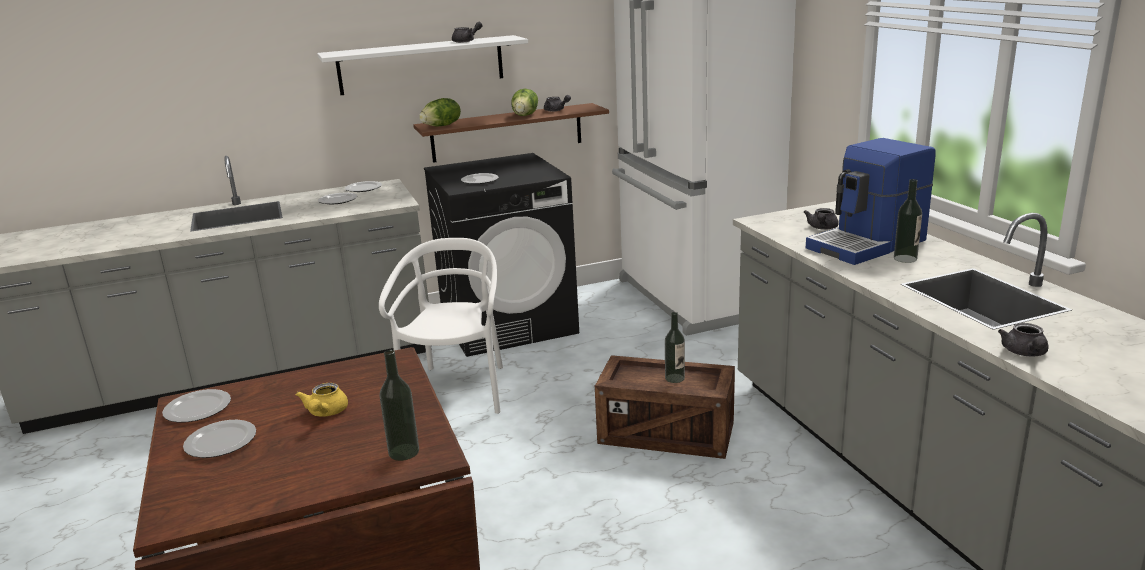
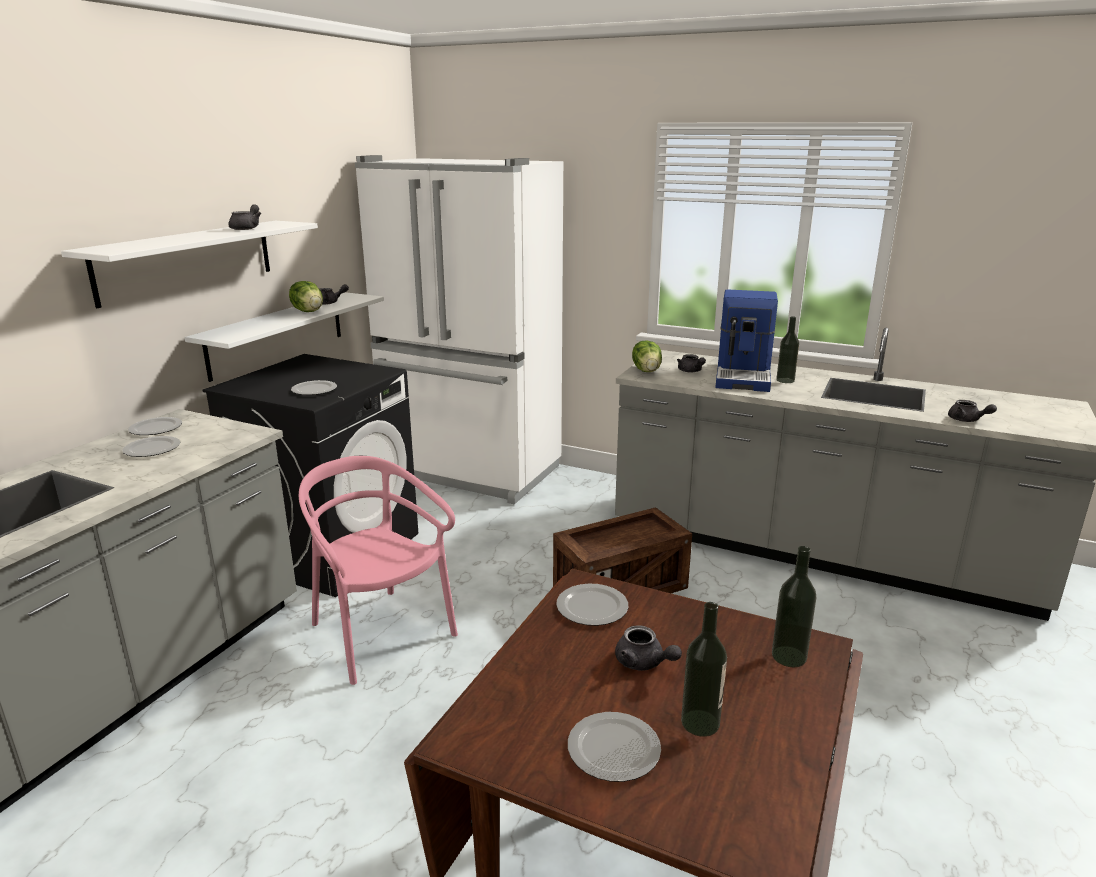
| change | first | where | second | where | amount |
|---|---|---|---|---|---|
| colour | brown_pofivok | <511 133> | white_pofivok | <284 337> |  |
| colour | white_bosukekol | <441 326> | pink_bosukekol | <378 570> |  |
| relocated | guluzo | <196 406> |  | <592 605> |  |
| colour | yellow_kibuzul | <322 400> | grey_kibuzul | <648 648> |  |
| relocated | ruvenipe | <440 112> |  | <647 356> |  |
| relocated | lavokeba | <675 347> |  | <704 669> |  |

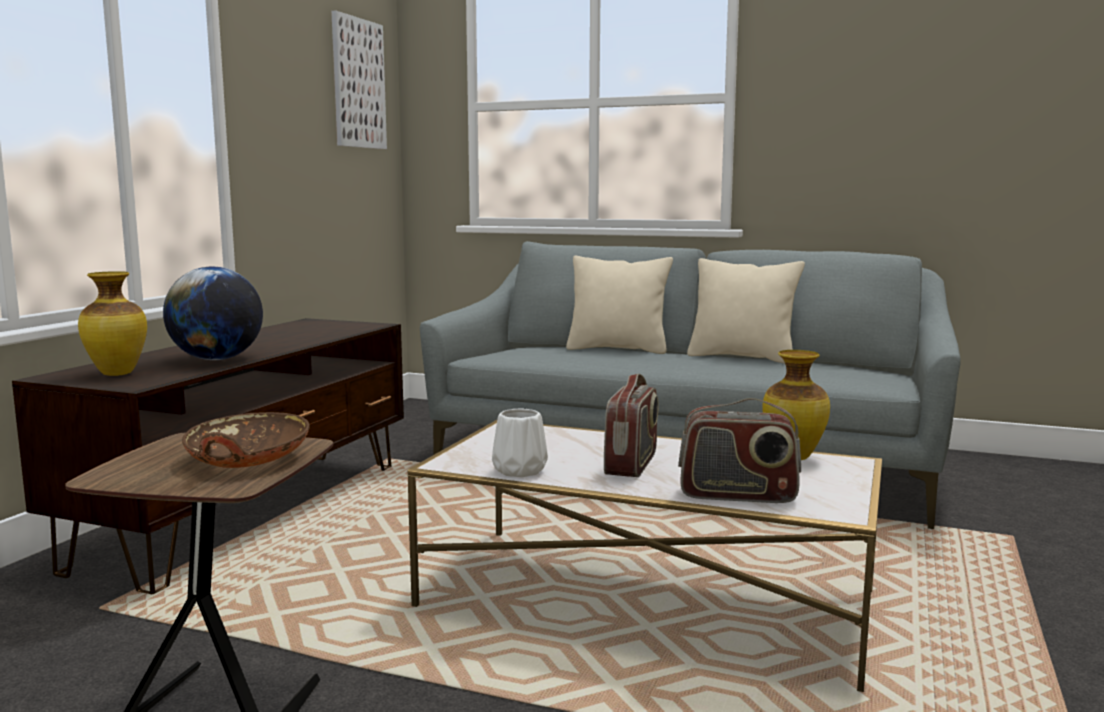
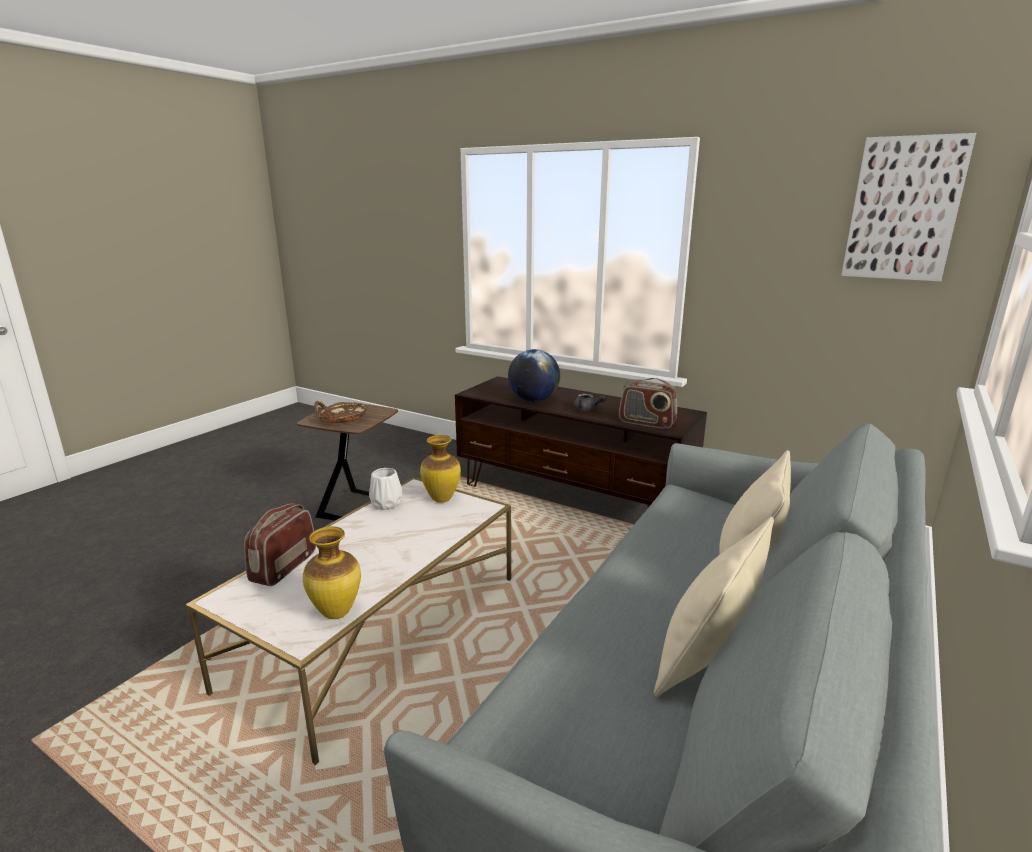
| change | first | where | second | where | amount |
|---|---|---|---|---|---|
| relocated | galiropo | <112 323> |  | <440 469> |  |
| appeared |  |  | grey_kibuzul | <590 402> |  |
| relocated | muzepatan | <631 425> |  | <648 403> |  |

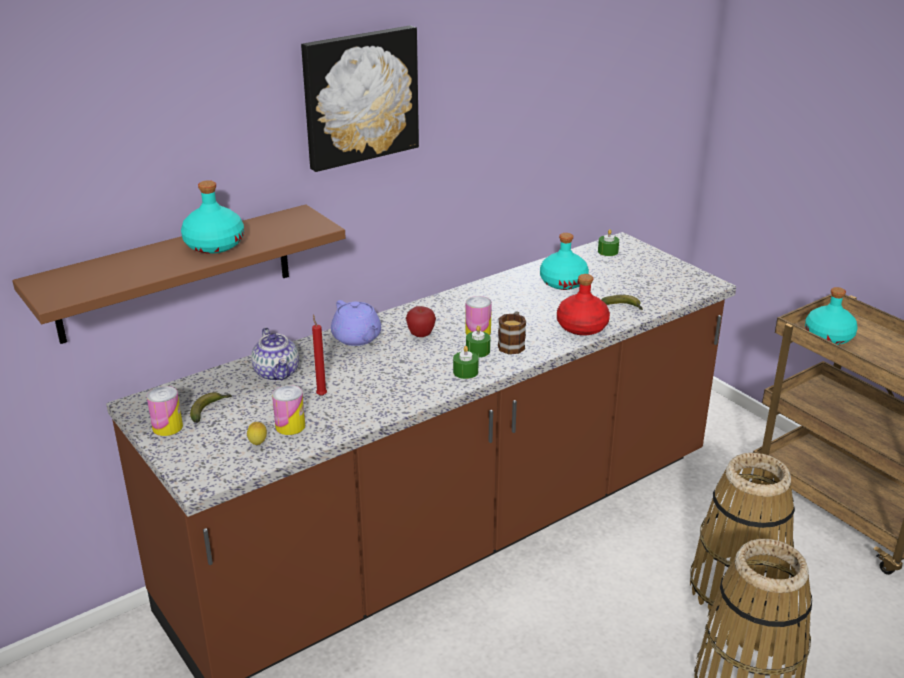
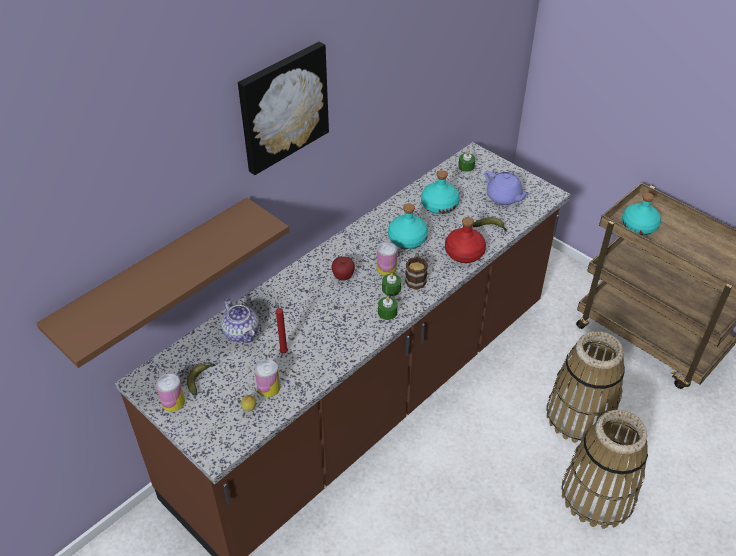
| change | first | where | second | where | amount |
|---|---|---|---|---|---|
| relocated | turquoise_lavokeba | <212 217> |  | <408 226> |  |
| relocated | purple_kibuzul | <356 323> |  | <507 188> |  |

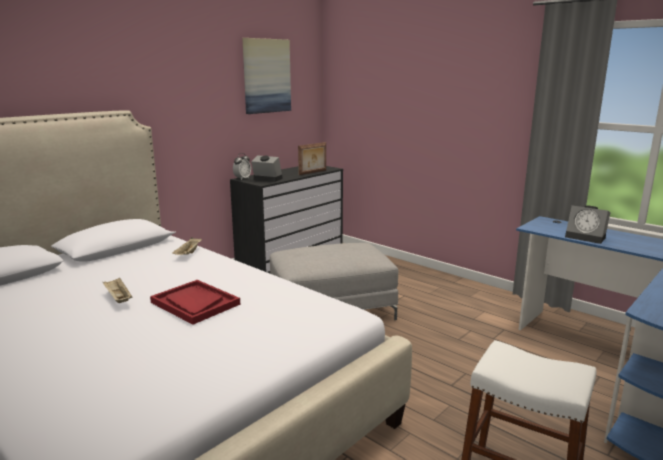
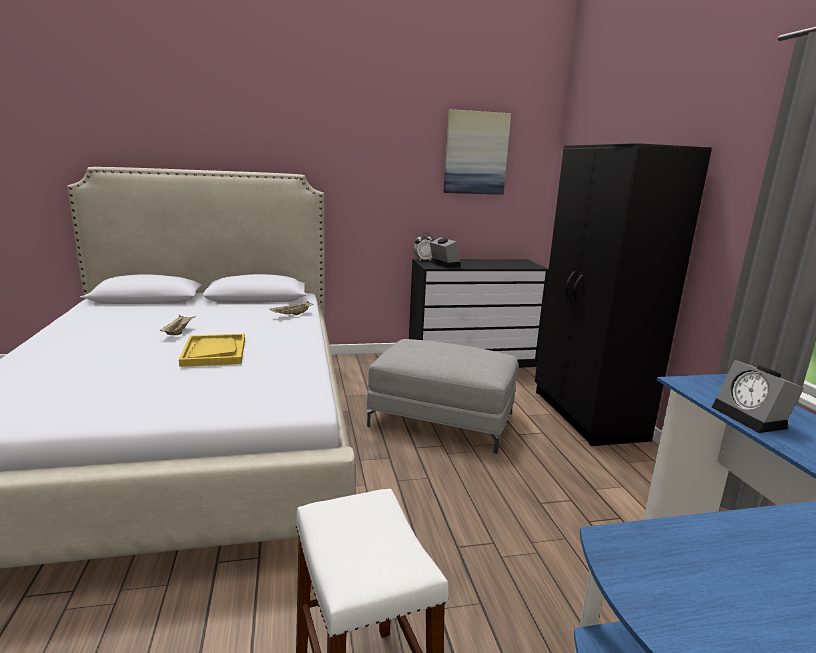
| change | first | where | second | where | amount |
|---|---|---|---|---|---|
| colour | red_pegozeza | <195 302> | yellow_pegozeza | <212 350> |  |
| appeared |  |  | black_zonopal | <623 294> |  |
| missing | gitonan | <312 158> |  |  |  |

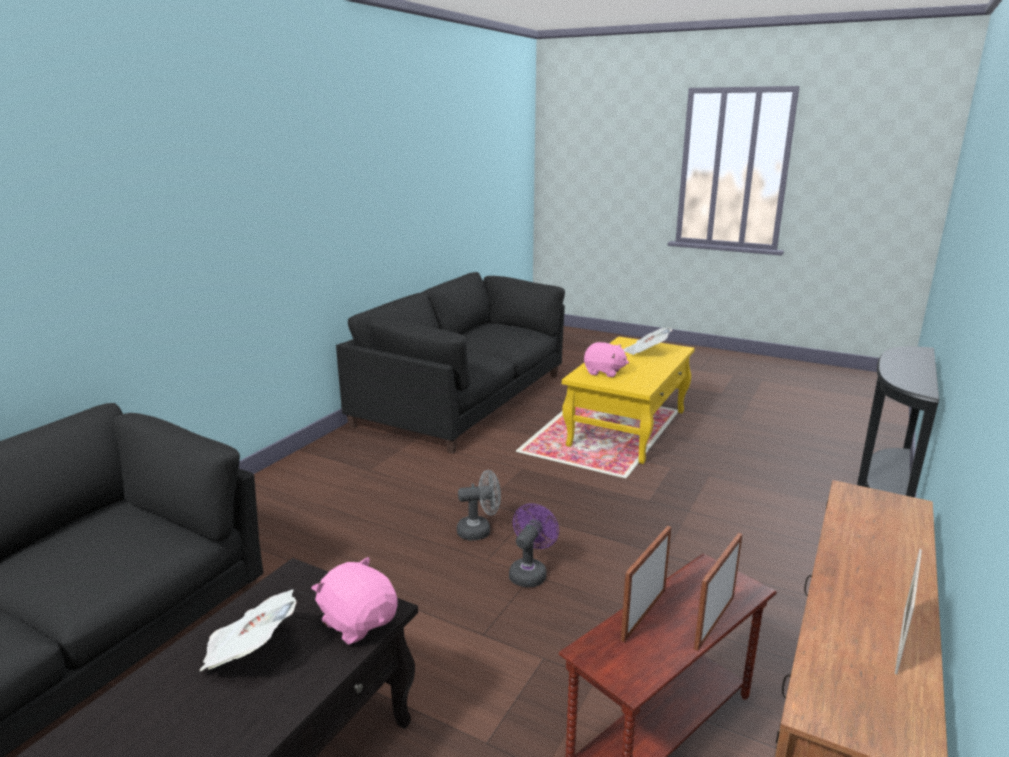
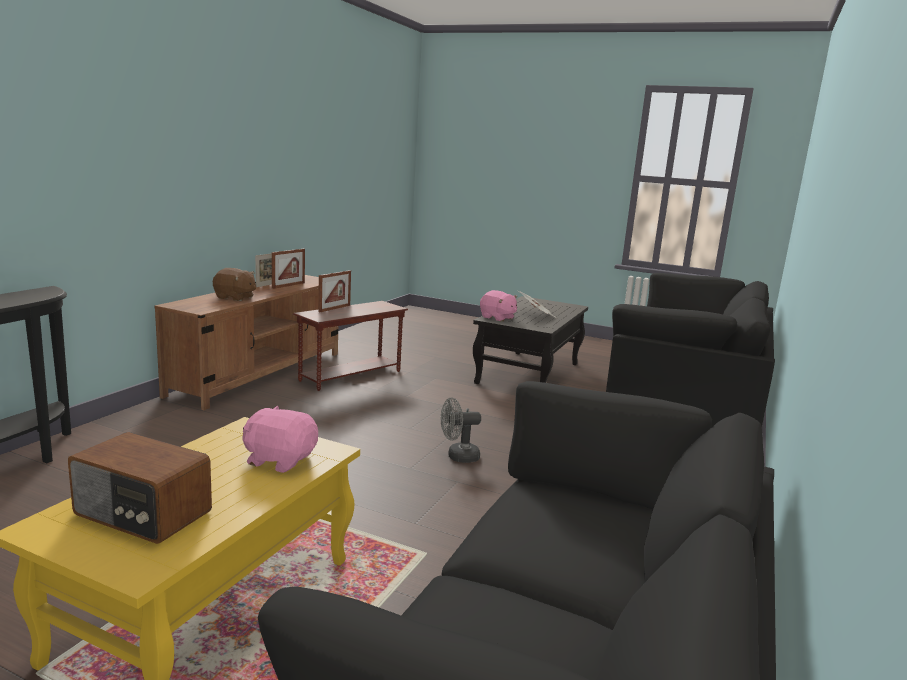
| change | first | where | second | where | amount |
|---|---|---|---|---|---|
| exchanged | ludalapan | <648 341> | muzepatan | <140 488> |  |
| appeared |  |  | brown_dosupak | <234 284> |  |
| relocated | gitonan | <646 584> |  | <288 269> |  |
| missing | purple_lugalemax | <534 545> |  |  |  |

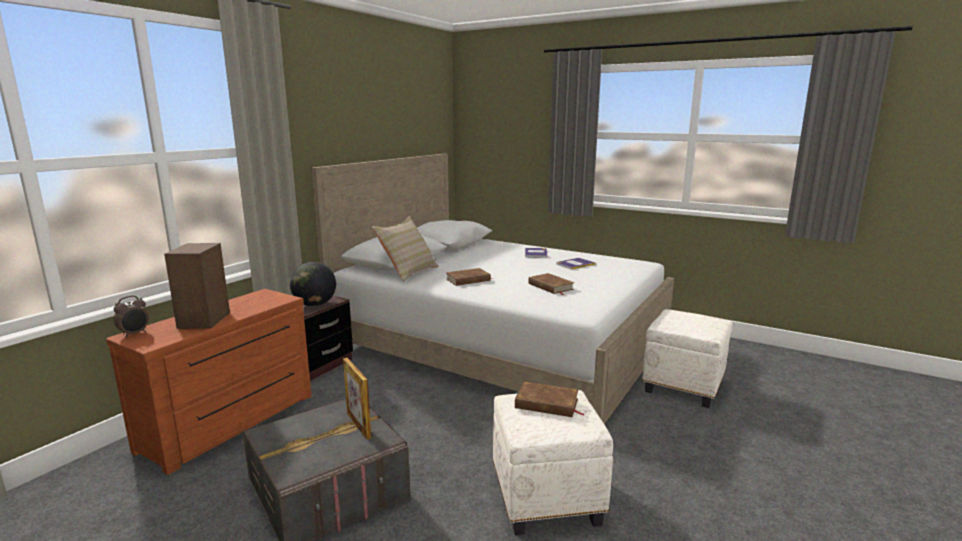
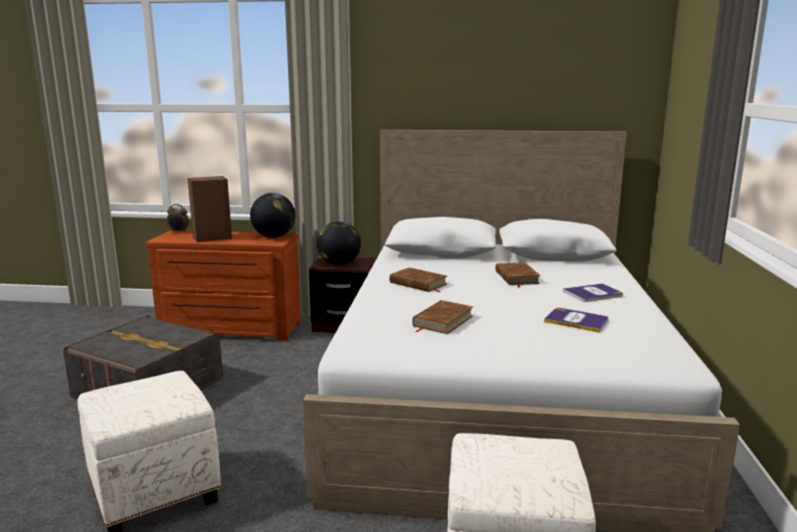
| change | first | where | second | where | amount |
|---|---|---|---|---|---|
| appeared |  |  | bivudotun | <272 215> |  |
| relocated | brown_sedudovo | <549 399> |  | <518 275> |  |
| missing | gitonan | <357 399> |  |  |  |
| missing | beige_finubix | <405 249> |  |  |  |

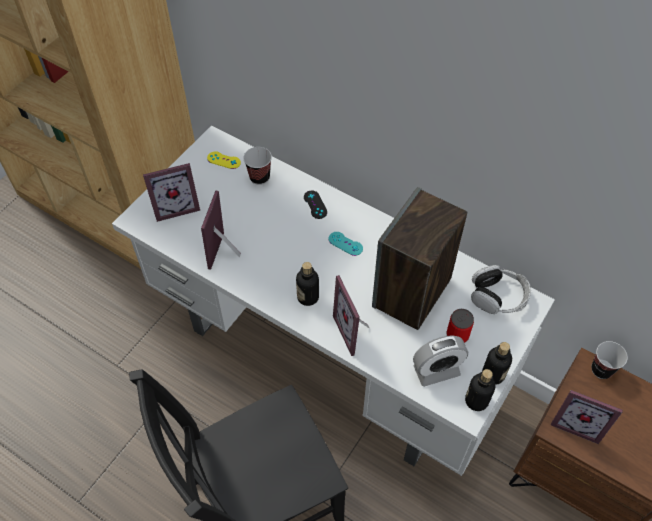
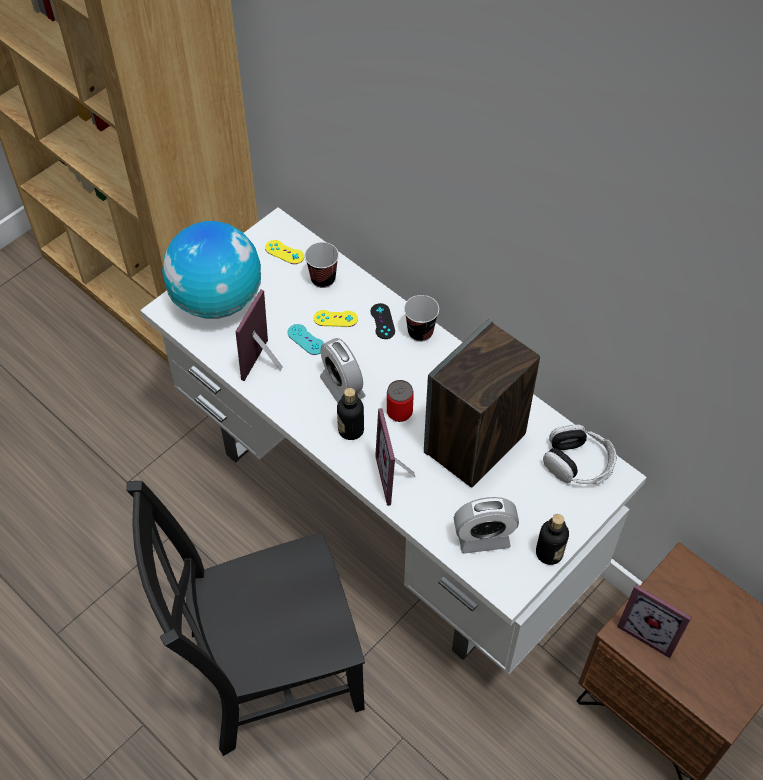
| change | first | where | second | where | amount |
|---|---|---|---|---|---|
| exchanged | gitonan | <171 192> | bivudotun | <211 270> |  |
| relocated | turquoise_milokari | <346 244> |  | <306 339> |  |
| appeared |  |  | yellow_milokari | <336 318> |  |
| appeared |  |  | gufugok | <343 370> |  |
| relocated | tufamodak | <460 326> |  | <400 401> |  |
| relocated | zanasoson | <609 360> |  | <421 318> |  |
| missing | lavokeba | <480 390> |  |  |  |

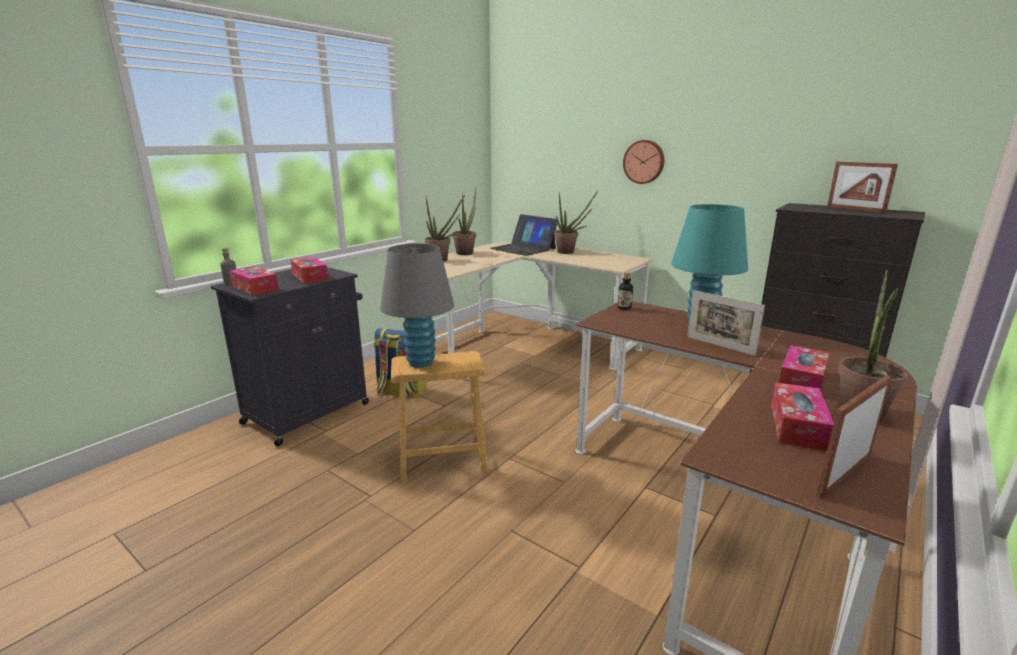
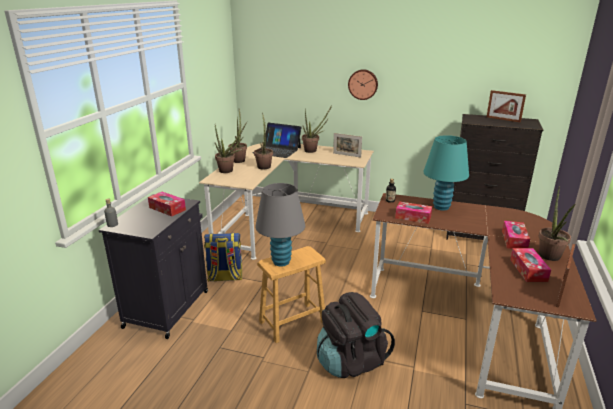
| change | first | where | second | where | amount |
|---|---|---|---|---|---|
| appeared |  |  | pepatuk | <263 141> |  |
| appeared |  |  | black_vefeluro | <356 335> |  |
| relocated | gitonan | <726 323> |  | <347 145> |  |
| relocated | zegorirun | <254 280> |  | <413 212> |  |

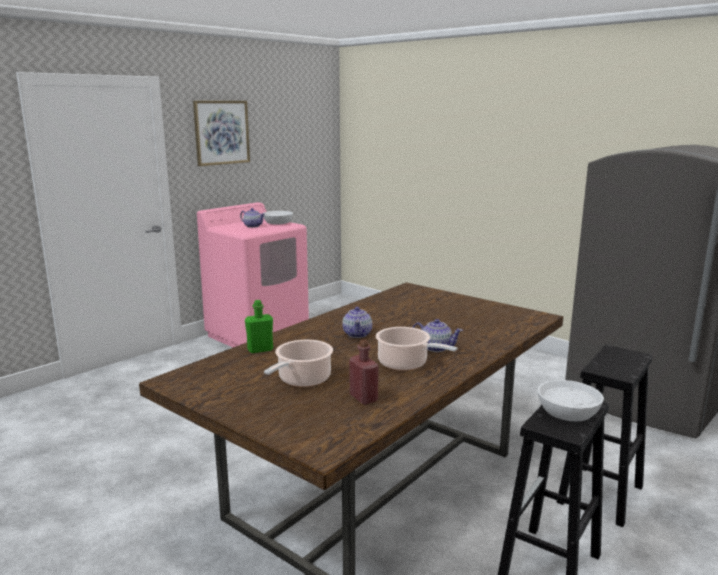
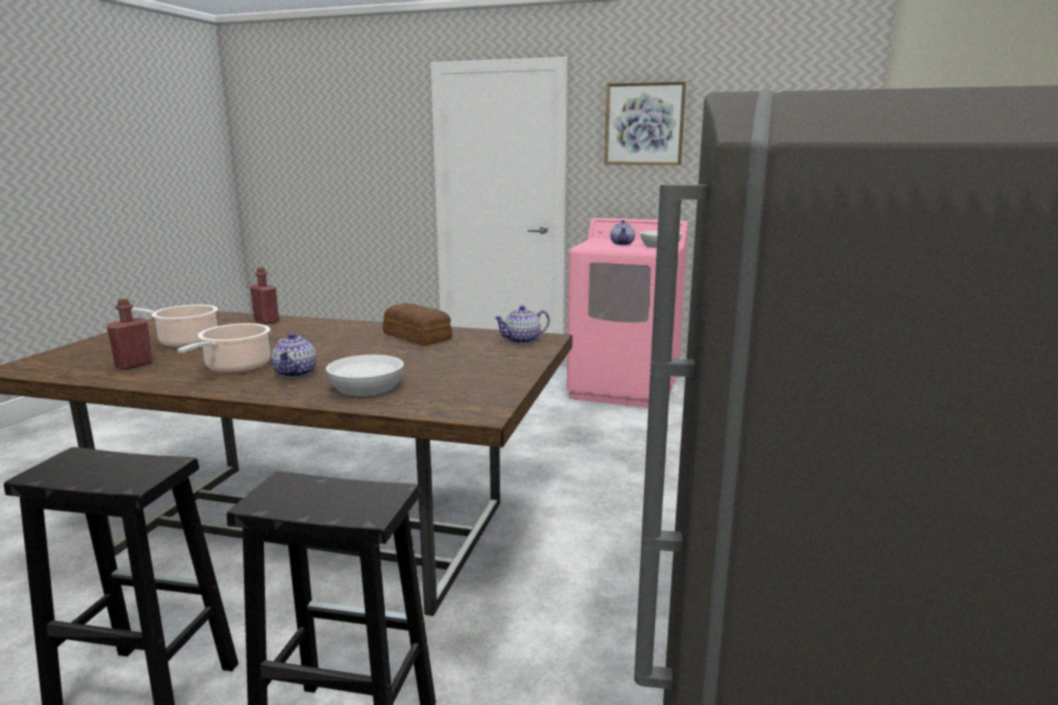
| change | first | where | second | where | amount |
|---|---|---|---|---|---|
| colour | green_lavokeba | <259 326> | red_lavokeba | <264 295> |  |
| relocated | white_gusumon | <571 400> |  | <364 375> |  |
| appeared |  |  | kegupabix | <417 324> |  |
| relocated | kibuzul | <357 322> |  | <522 324> |  |

